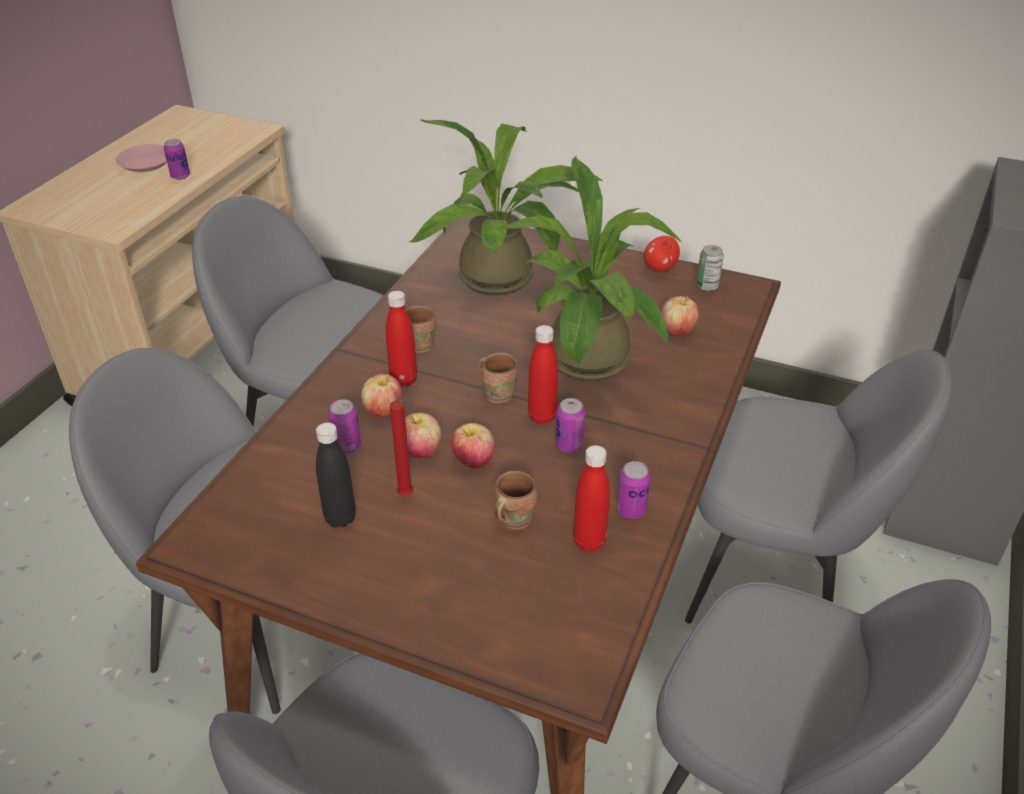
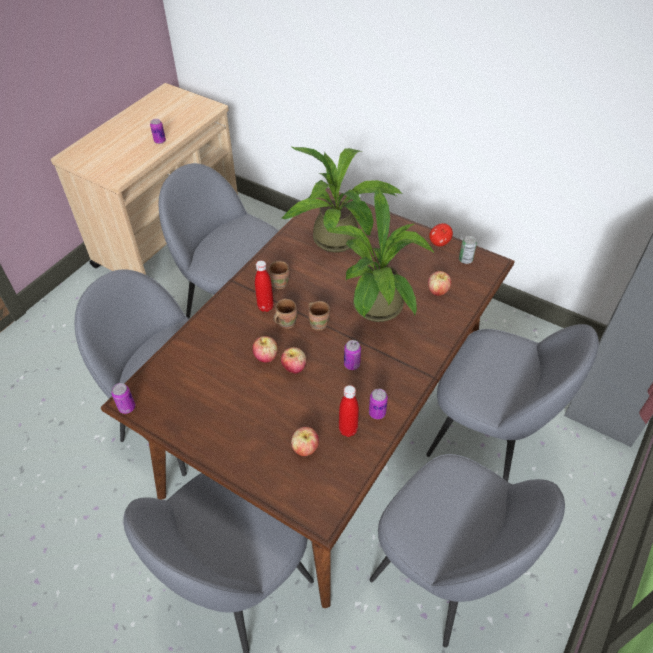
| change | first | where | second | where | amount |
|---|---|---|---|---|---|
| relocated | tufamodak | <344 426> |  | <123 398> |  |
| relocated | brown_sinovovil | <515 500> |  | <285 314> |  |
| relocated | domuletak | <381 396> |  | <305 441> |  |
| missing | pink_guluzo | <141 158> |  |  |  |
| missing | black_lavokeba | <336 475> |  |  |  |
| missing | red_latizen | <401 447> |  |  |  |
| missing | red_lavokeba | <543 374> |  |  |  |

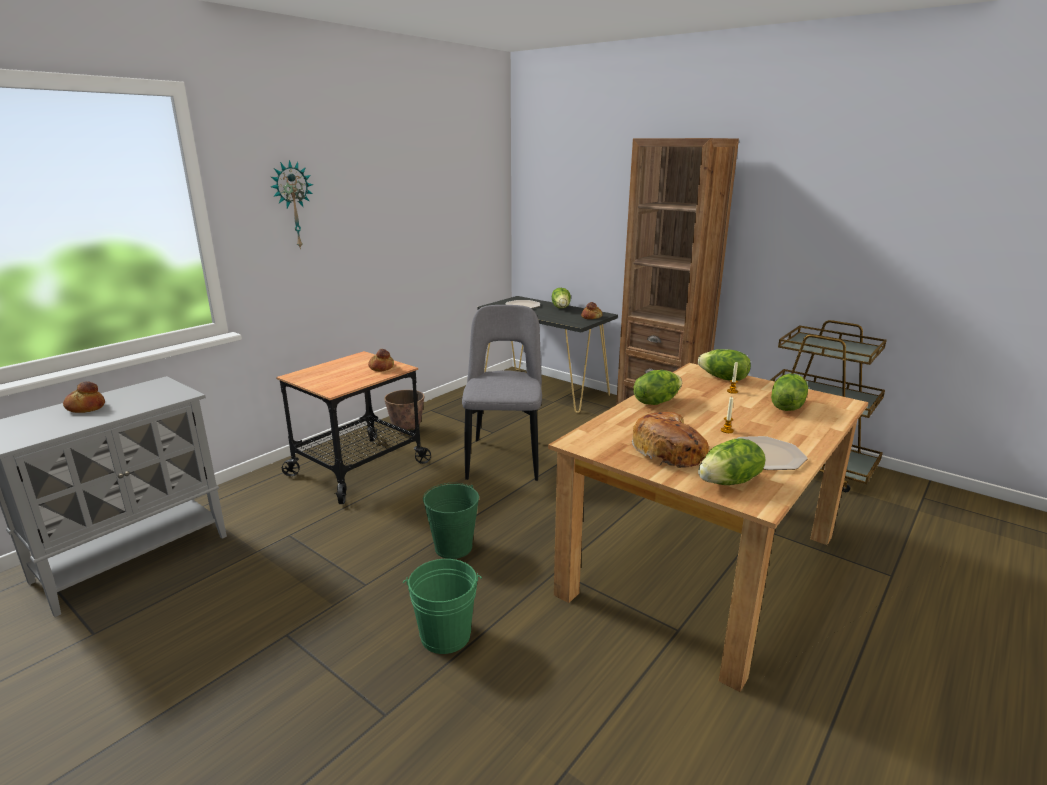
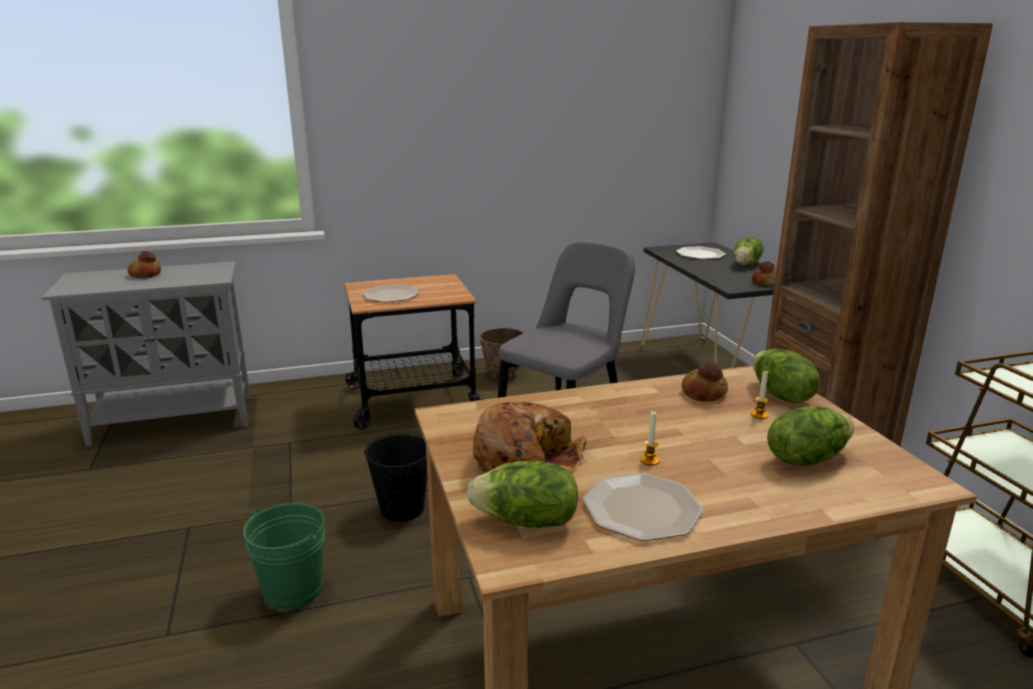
| change | first | where | second | where | amount |
|---|---|---|---|---|---|
| appeared |  |  | guluzo | <391 293> |  |
| colour | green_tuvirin | <451 521> | black_tuvirin | <395 477> |  |
| relocated | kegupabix | <381 360> |  | <705 381> |  |
| missing | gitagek | <292 205> |  |  |  |
| missing | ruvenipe | <657 387> |  |  |  |

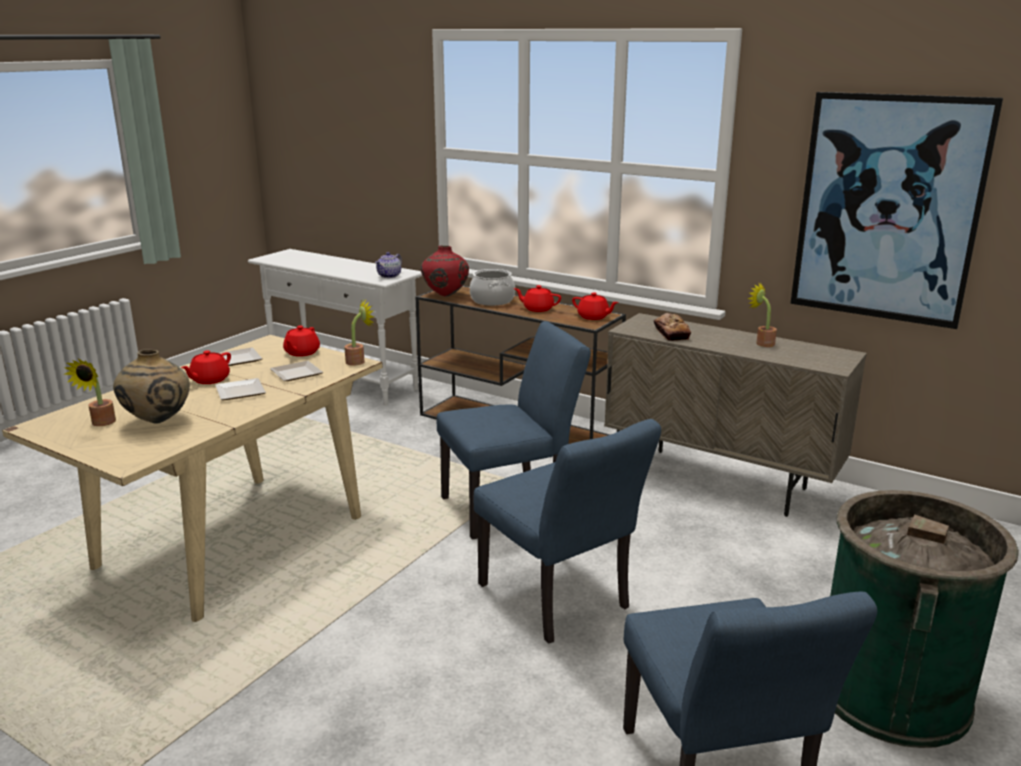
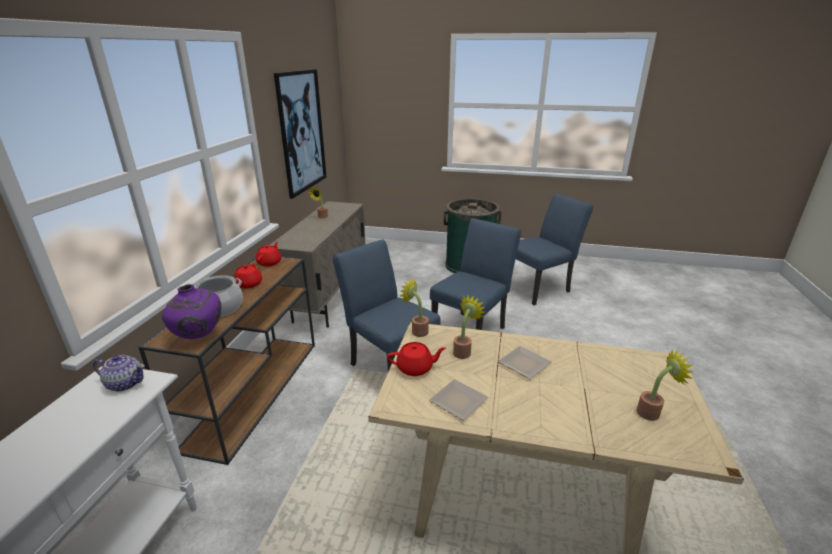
| change | first | where | second | where | amount |
|---|---|---|---|---|---|
| colour | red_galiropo | <445 271> | purple_galiropo | <191 311> |  |
| exchanged | guluzo | <296 371> | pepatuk | <469 327> |  |
| missing | beige_galiropo | <151 386> |  |  |  |
| missing | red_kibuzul | <206 367> |  |  |  |
| missing | kegupabix | <672 327> |  |  |  |

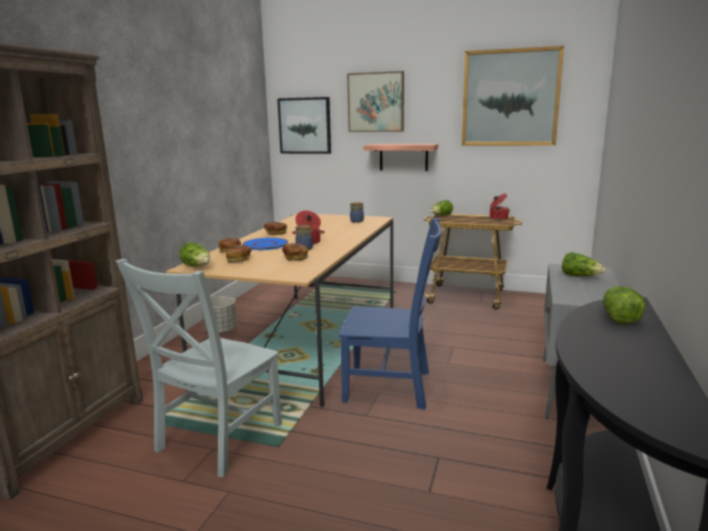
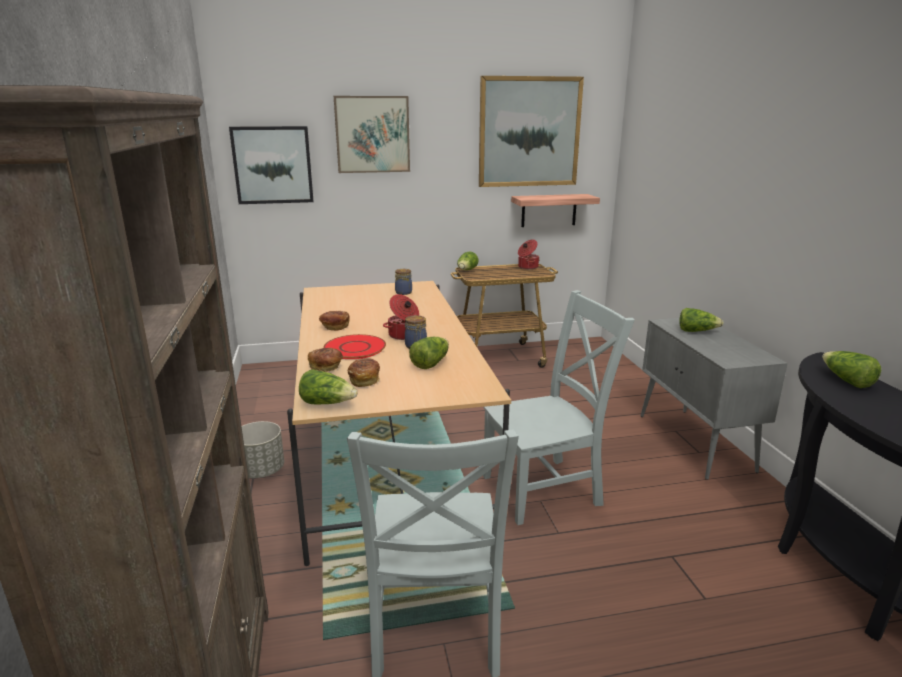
| change | first | where | second | where | amount |
|---|---|---|---|---|---|
| colour | blue_guluzo | <265 243> | red_guluzo | <354 346> |  |
| exchanged | kegupabix | <295 252> | ruvenipe | <429 353> |  |
| colour | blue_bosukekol | <390 314> | grey_bosukekol | <559 407> |  |
| relocated | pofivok | <400 157> |  | <555 210> |  |

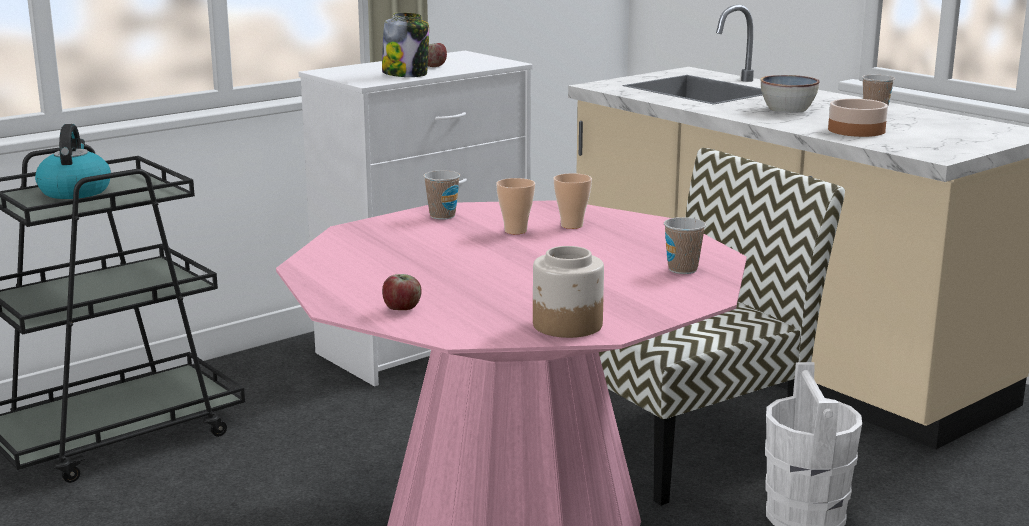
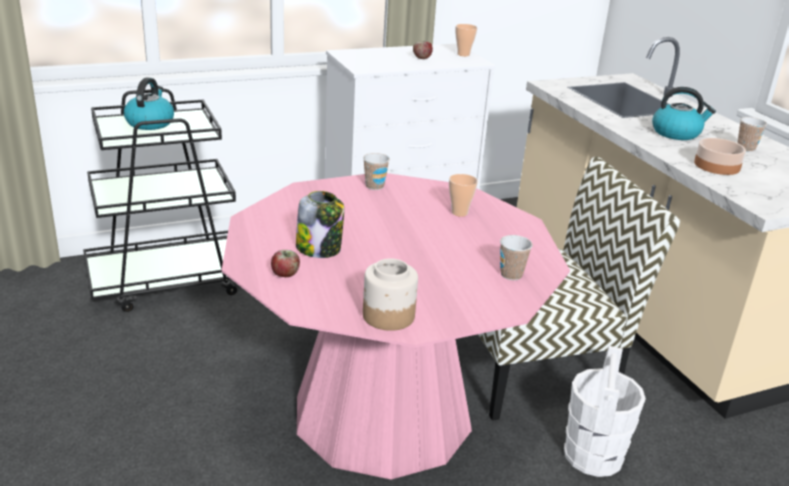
| change | first | where | second | where | amount |
|---|---|---|---|---|---|
| relocated | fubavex | <405 44> |  | <320 224> |  |
| relocated | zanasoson | <515 206> |  | <466 40> |  |
| exchanged | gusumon | <790 94> | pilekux | <684 113> |  |

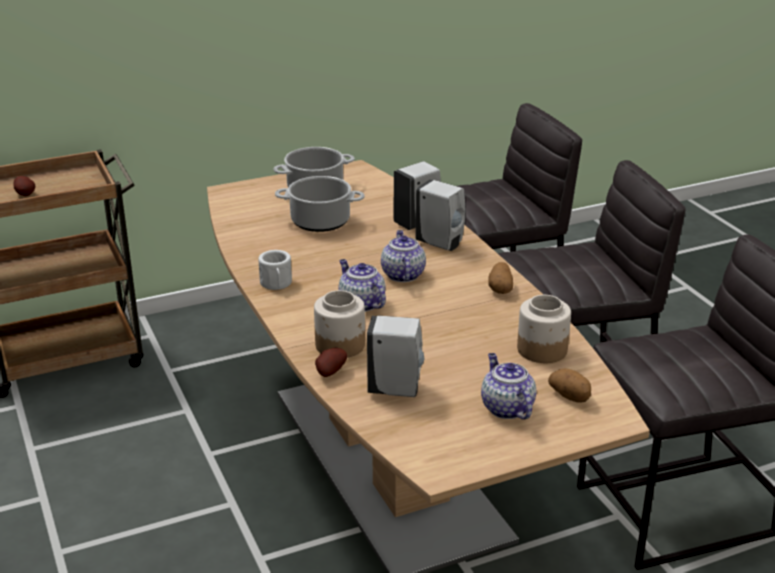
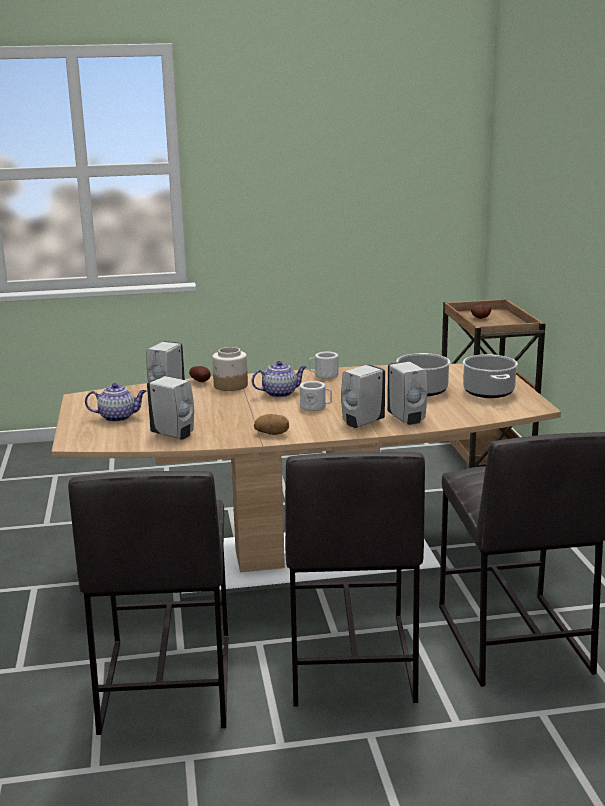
| change | first | where | second | where | amount |
|---|---|---|---|---|---|
| exchanged | fubavex | <544 329> | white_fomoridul | <170 408> |  |
| exchanged | kibuzul | <403 256> | white_sinovovil | <316 396> |  |
| missing | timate | <569 385> |  |  |  |

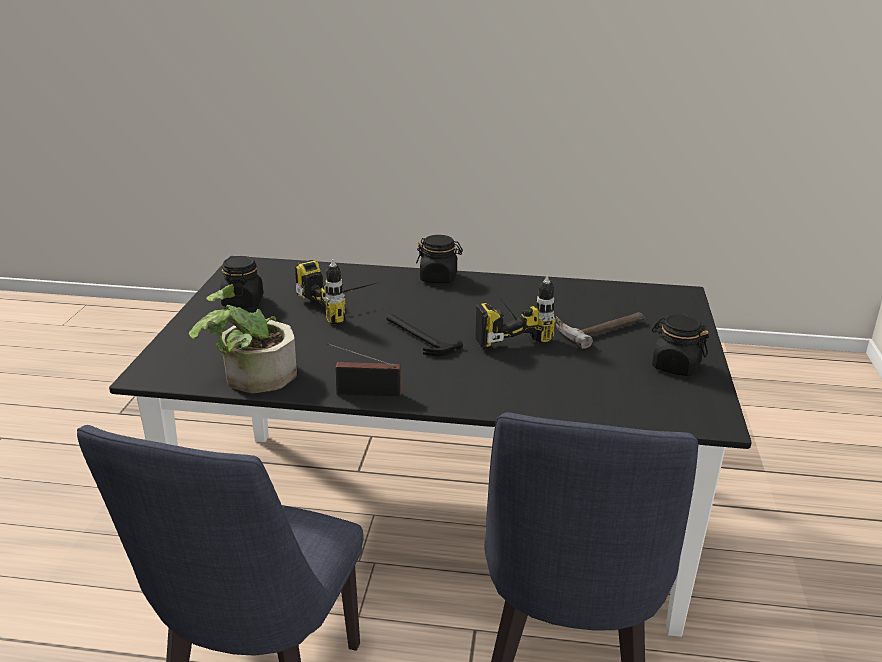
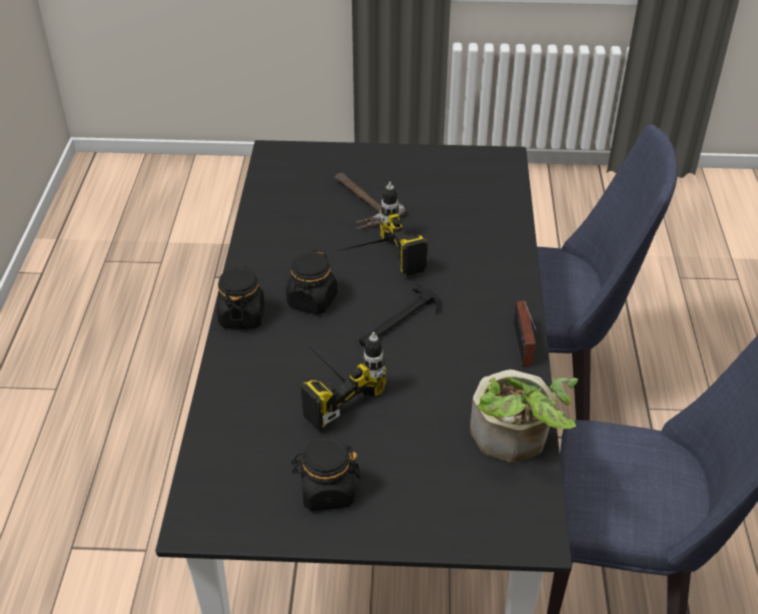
| change | first | where | second | where | amount |
|---|---|---|---|---|---|
| relocated | black_fubavex | <680 345> |  | <312 281> |  |

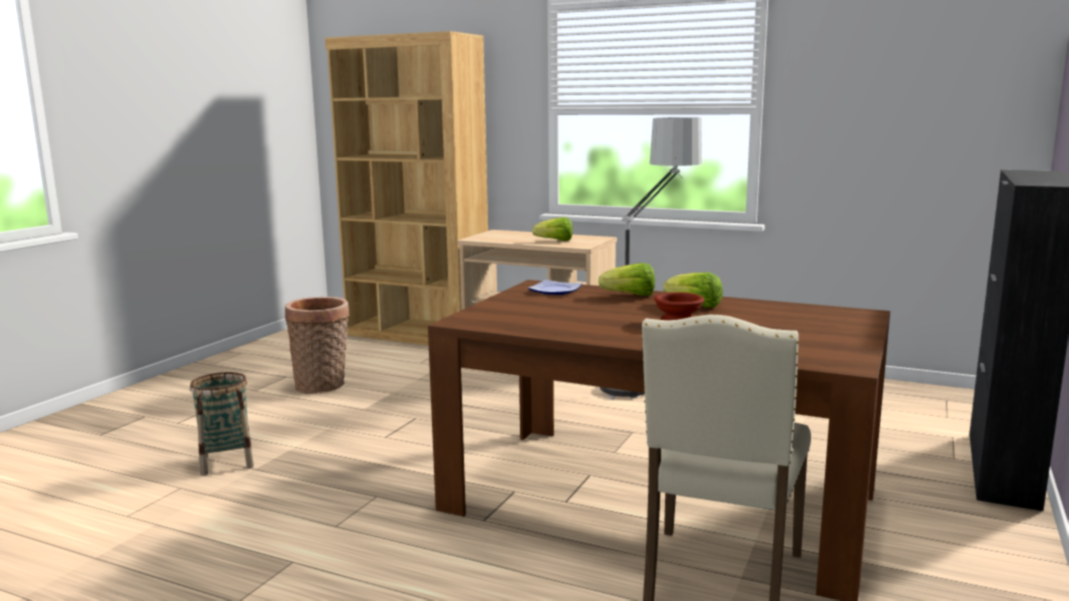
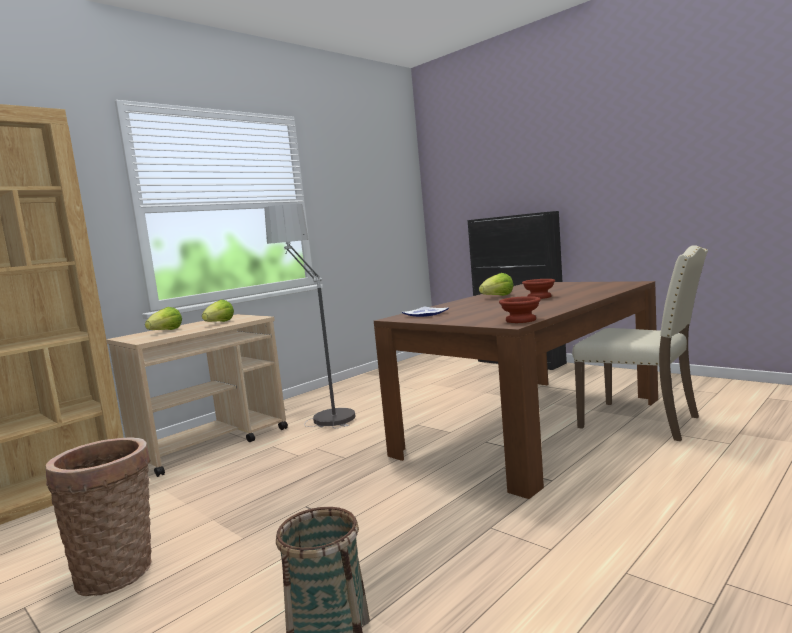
| change | first | where | second | where | amount |
|---|---|---|---|---|---|
| relocated | ruvenipe | <626 279> |  | <163 318> |  |
| appeared |  |  | brown_gusumon | <520 309> |  |

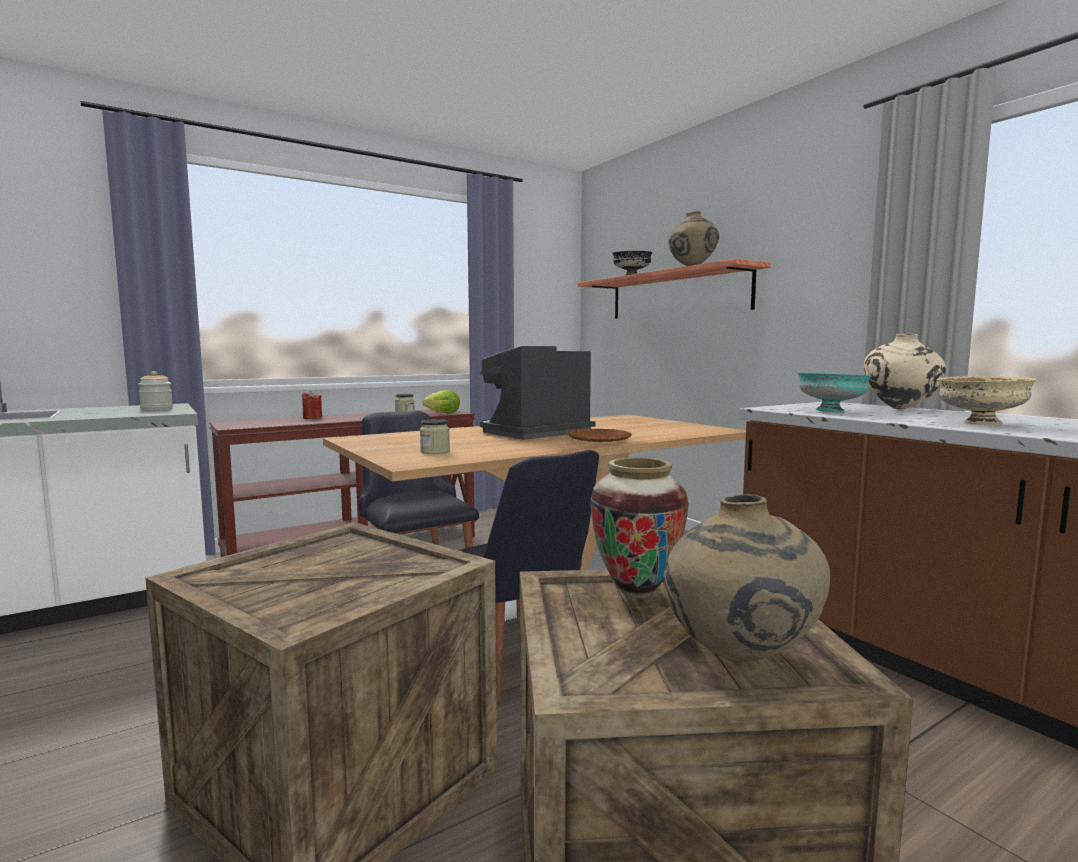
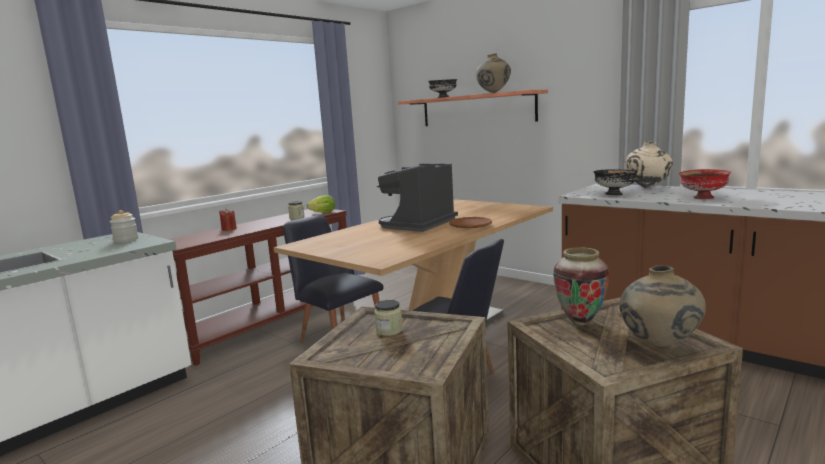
| change | first | where | second | where | amount |
|---|---|---|---|---|---|
| relocated | fubavex | <435 436> |  | <388 318> |  |
| colour | turquoise_gusumon | <835 392> | black_gusumon | <615 182> |  |
| colour | beige_gusumon | <987 400> | red_gusumon | <705 184> |  |

